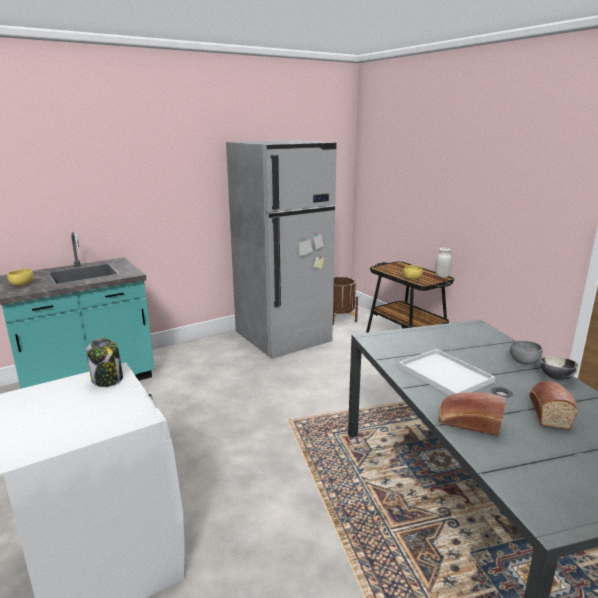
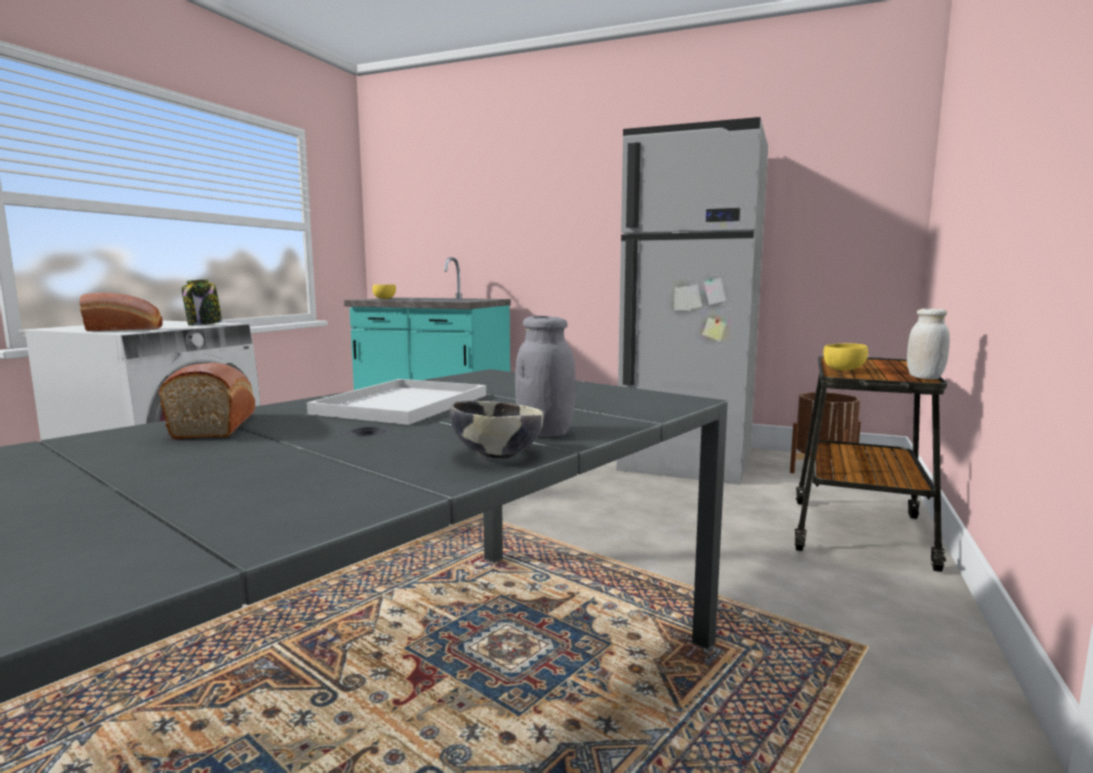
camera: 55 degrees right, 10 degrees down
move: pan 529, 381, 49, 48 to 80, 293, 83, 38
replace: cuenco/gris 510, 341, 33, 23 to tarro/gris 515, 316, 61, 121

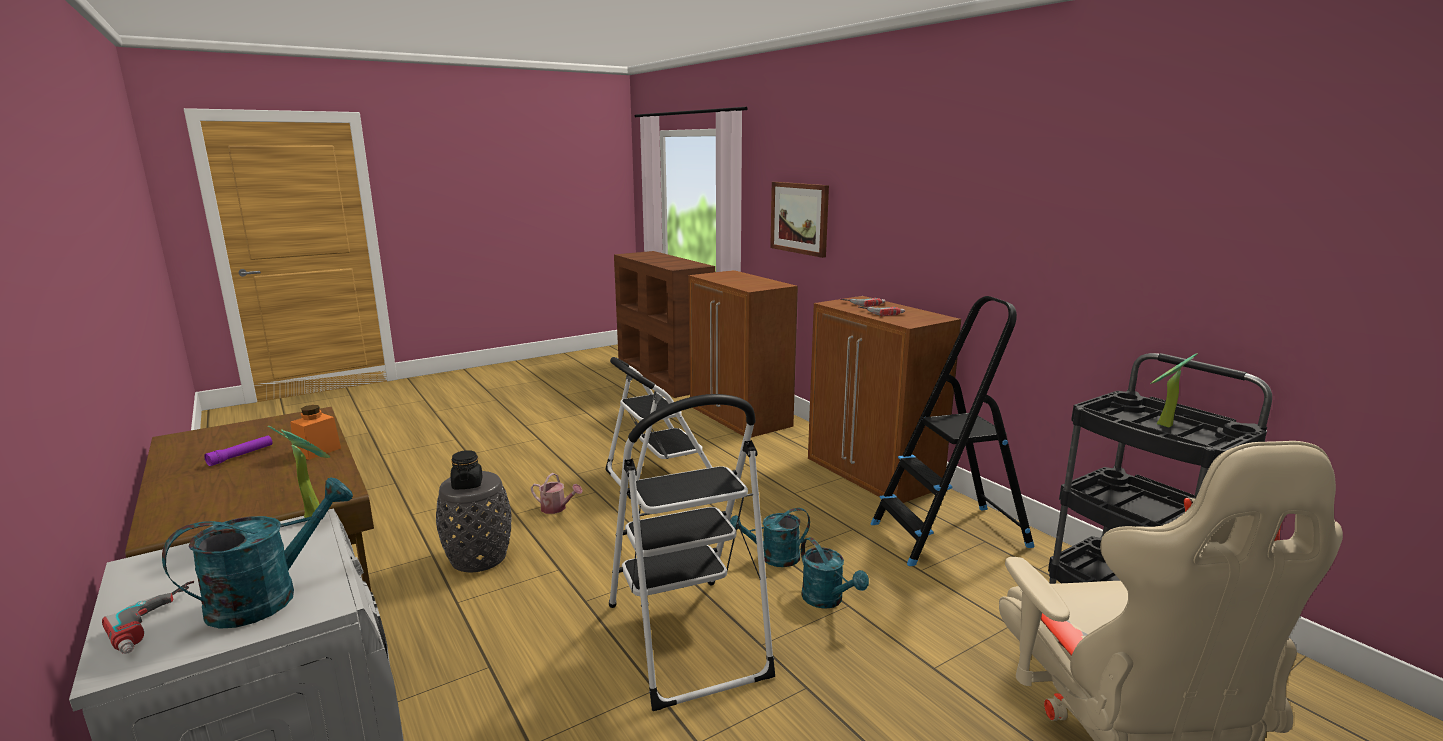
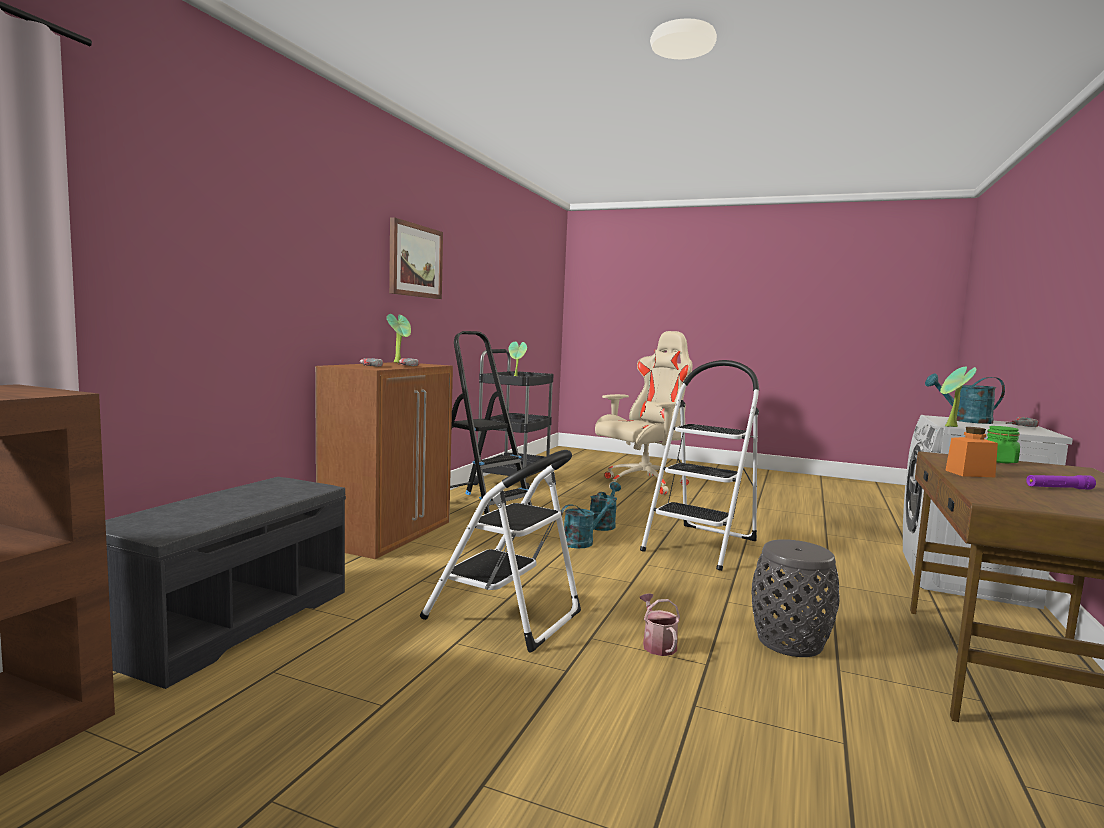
camera: 125 degrees left, 10 degrees down
delete: tarro/negro 451, 450, 32, 39
insert: planta en maceta 387, 314, 24, 49; tarro/verde 986, 426, 34, 37
move: cuadro 770, 182, 59, 76 to 389, 217, 54, 82
replace: armario/marrón 688, 270, 110, 167 to banco/gris 105, 477, 241, 212
rotate: regadera/turquesa 730, 508, 80, 59 = 561, 498, 55, 50 75 degrees counterclockwise

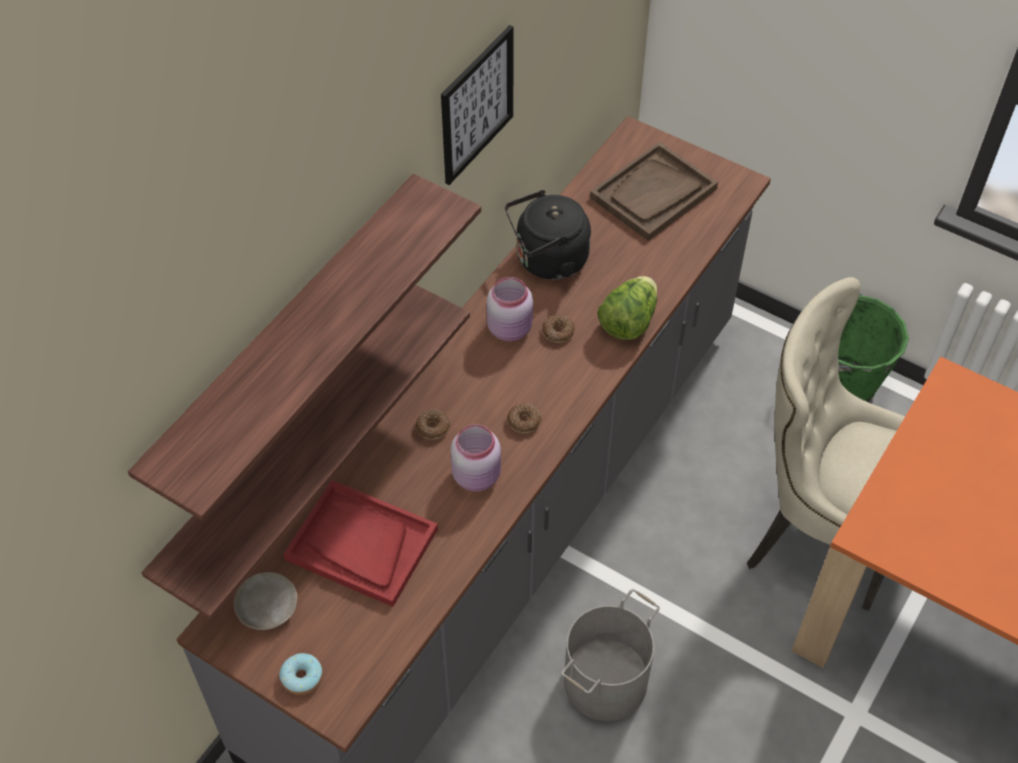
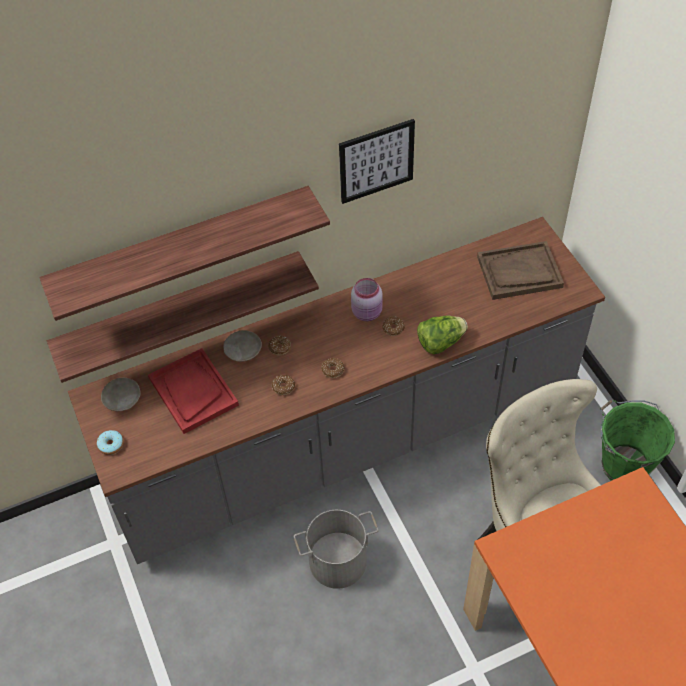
camera: 35 degrees right, 0 degrees up
delete: hervidor/negro 505, 190, 86, 90
insert: plato/beis 223, 330, 39, 32
replace: tarro/rosa 450, 424, 51, 68 to rosquilla 272, 375, 23, 20

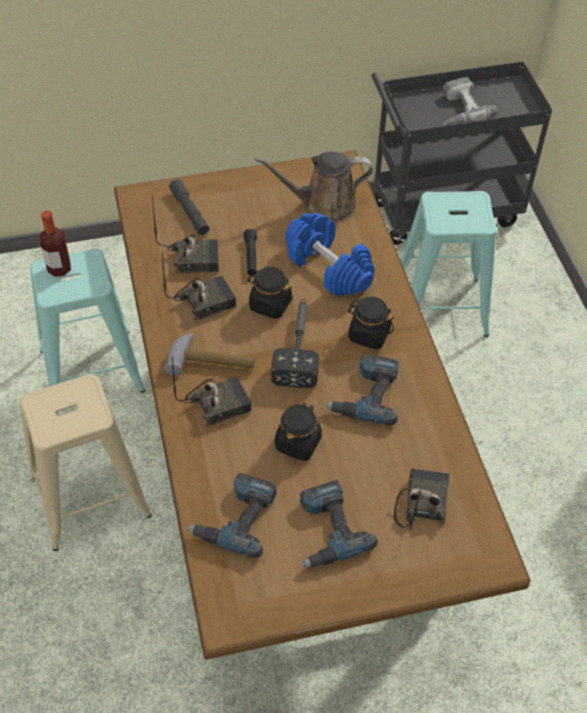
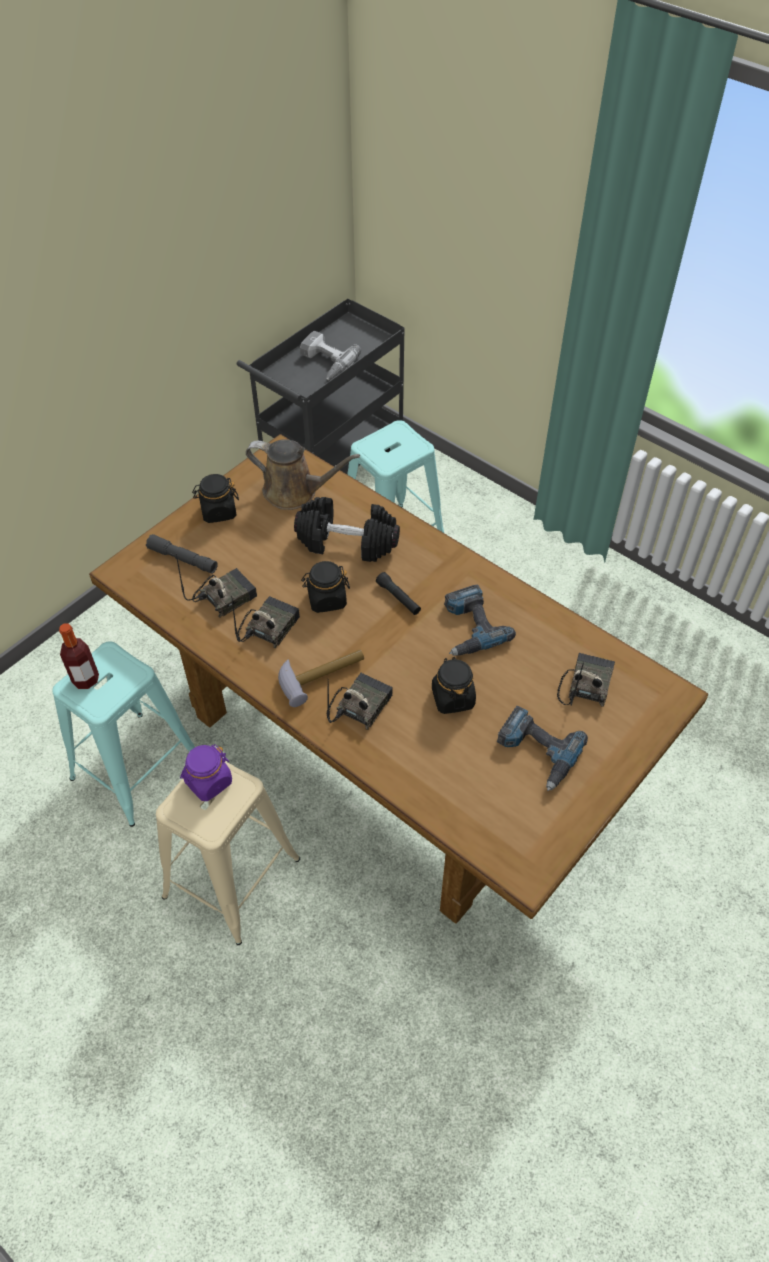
camera: 35 degrees left, 0 degrees up
delete: taladro 187, 473, 89, 85; martillo 271, 299, 48, 89
insert: tarro/morado 180, 744, 52, 57
move: linterna/negro 244, 229, 13, 47 to 376, 572, 45, 43; tarro/negro 347, 297, 47, 52 to 192, 474, 47, 49
recolor: mancuerna/azul 286, 213, 89, 84 to mancuerna/negro 294, 497, 106, 65
rotate: regadera/marrón 255, 152, 118, 70 = 246, 439, 114, 71 120 degrees counterclockwise; radio 394, 469, 55, 61 = 557, 653, 58, 54 45 degrees clockwise

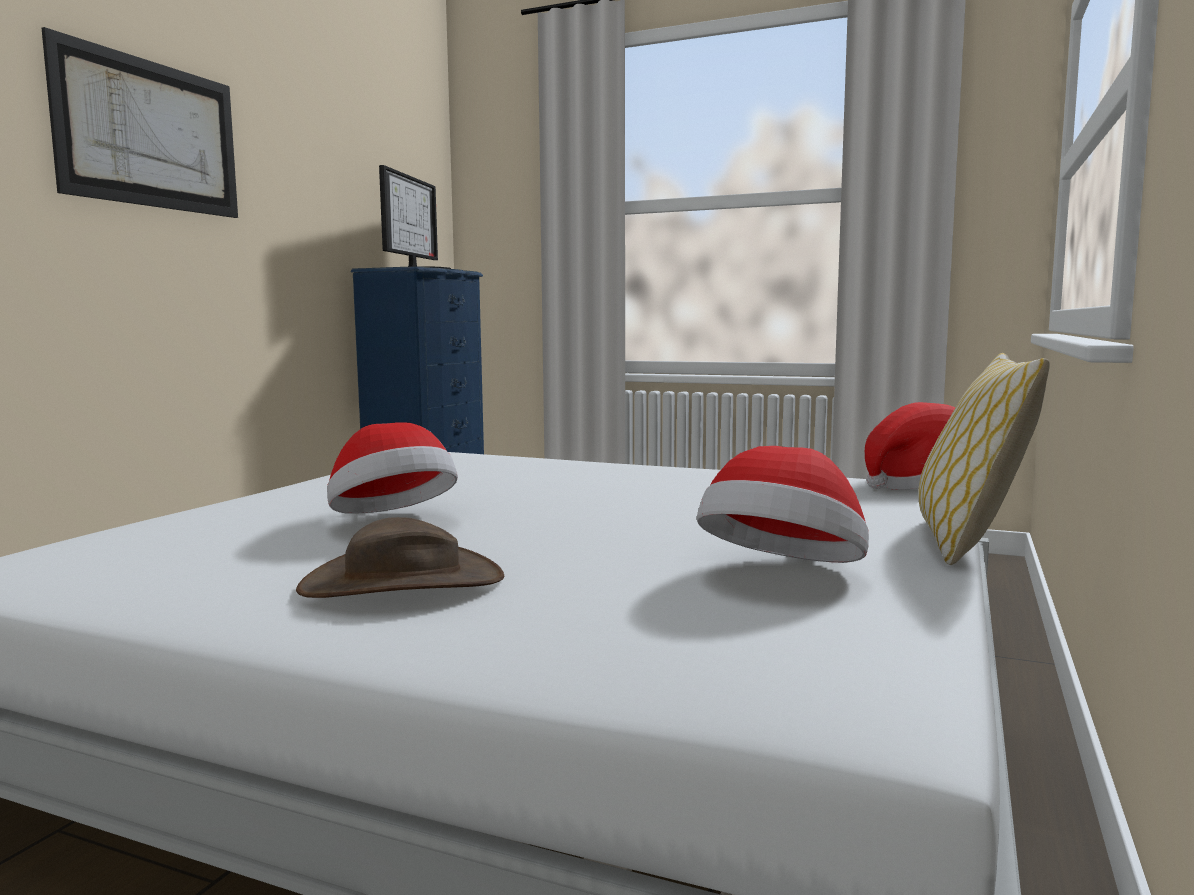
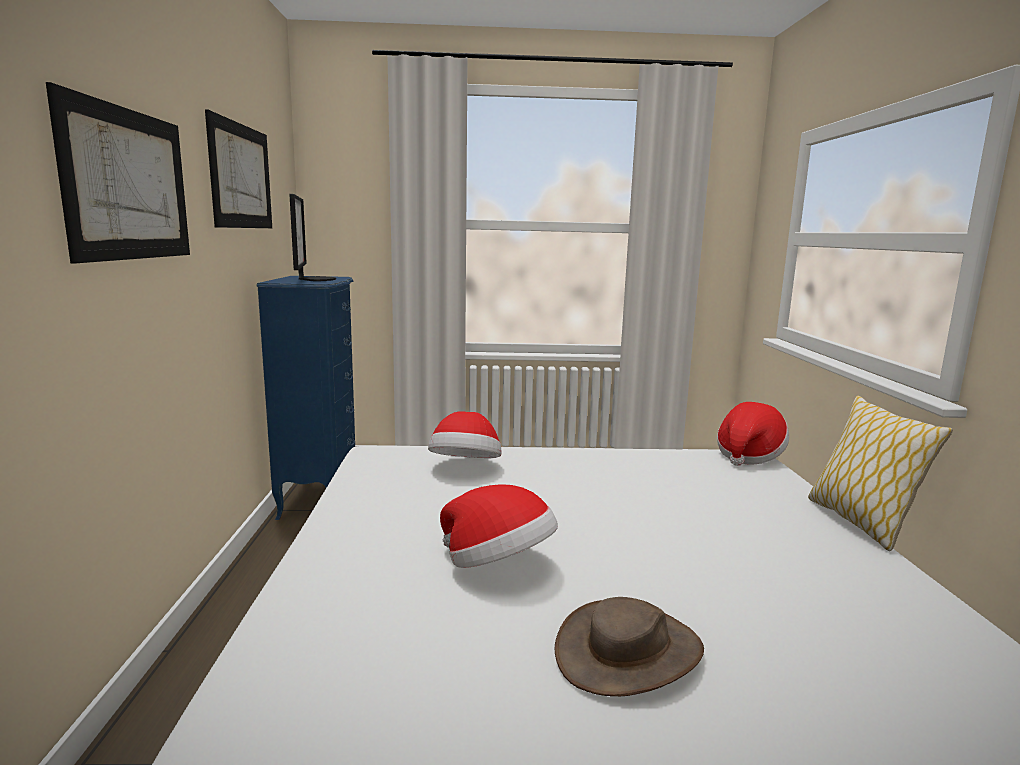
camera: 25 degrees left, 5 degrees up
insert: cuadro 205, 109, 67, 119
move: sombrero 697, 446, 172, 117 to 428, 411, 74, 47

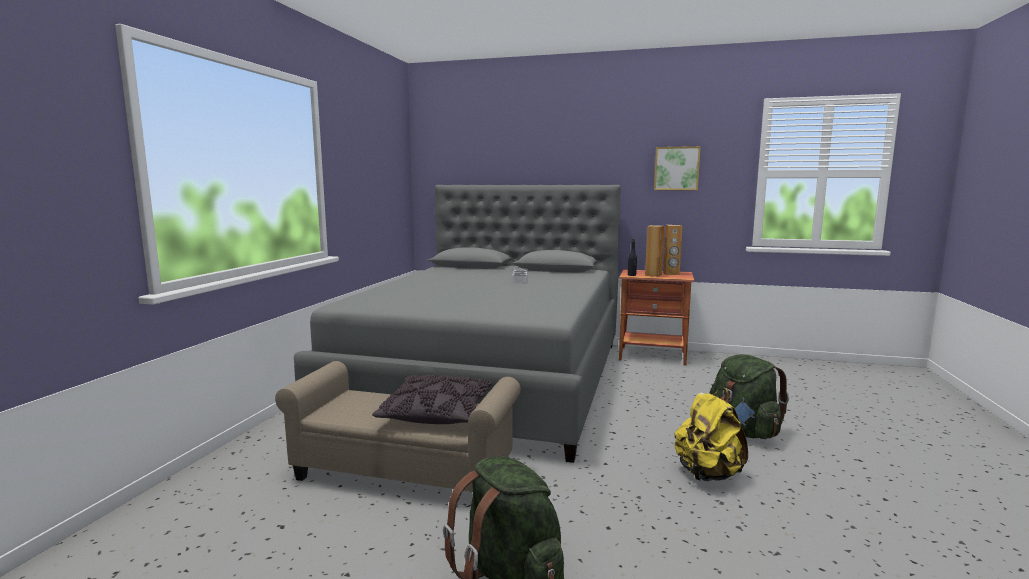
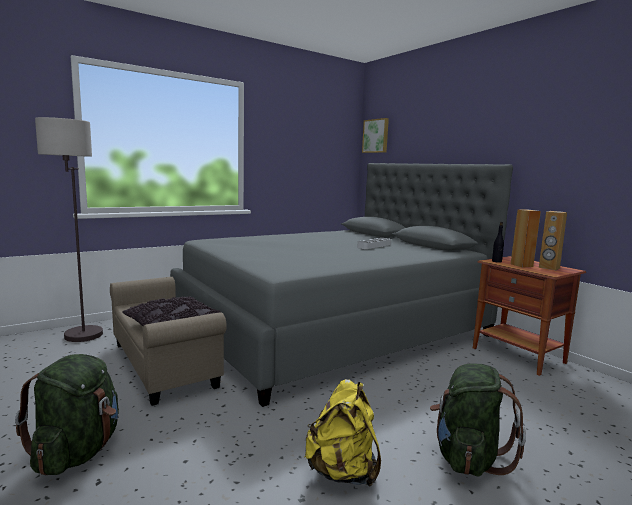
camera: 40 degrees right, 0 degrees up
insert: lámpara de pie/gris 35, 117, 68, 225
move: cuadro 654, 146, 47, 44 to 362, 118, 27, 35

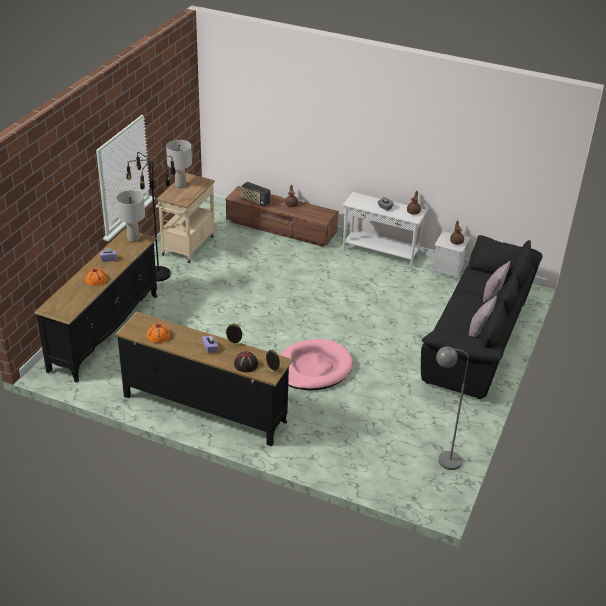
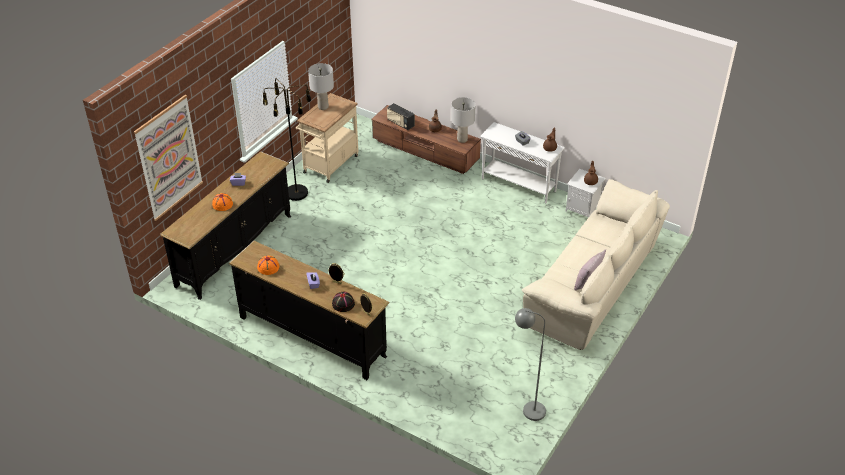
camera: 10 degrees right, 5 degrees up
delete: cama para perro/rosa 280, 339, 73, 52; cojín/morado 483, 261, 27, 42
insert: cuadro 134, 94, 69, 127
move: lámpara de mesa/gris 116, 190, 29, 52 to 451, 97, 25, 46
recolor: sofá/negro 421, 235, 121, 164 to sofá/beis 522, 179, 148, 171

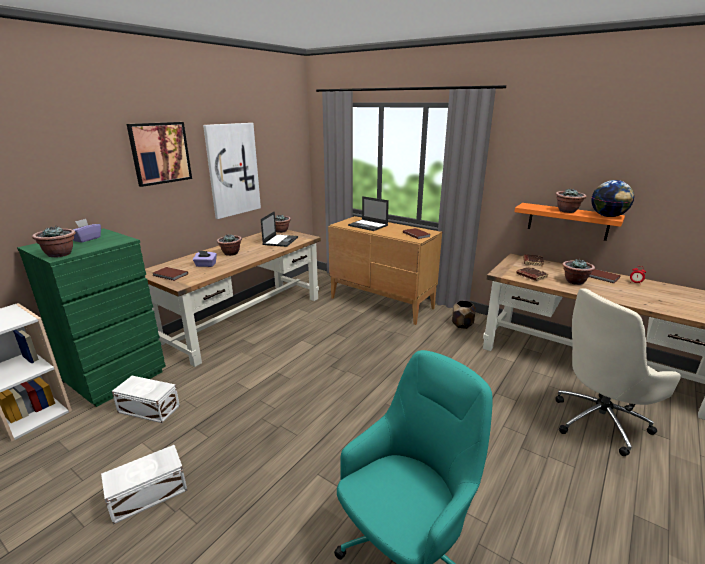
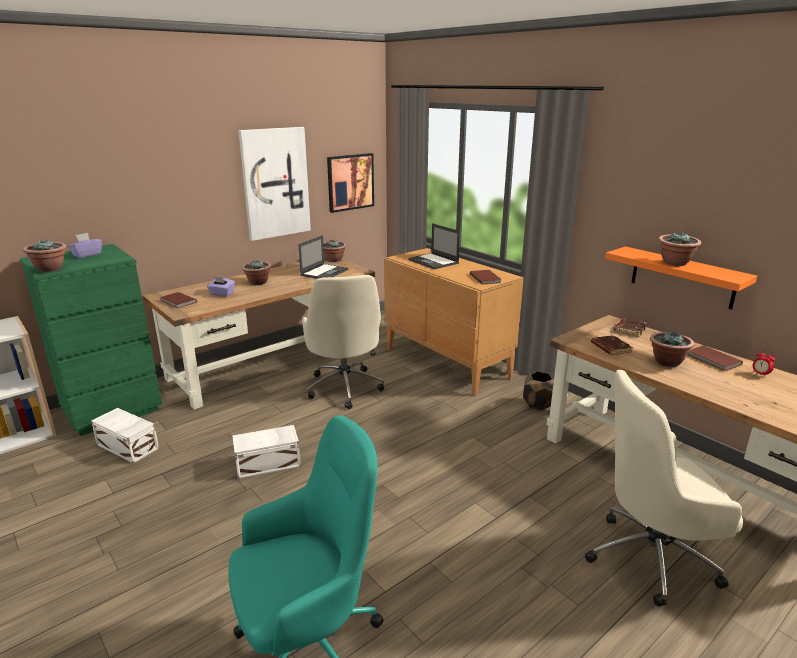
camera: 15 degrees right, 0 degrees up
delete: globo terráqueo 591, 180, 43, 37
insert: silla de oficina/beis 302, 275, 82, 134
move: caja de almacenaje/blanco 101, 445, 86, 79 to 233, 425, 68, 54; cuadro 127, 122, 65, 65 to 327, 153, 47, 60

